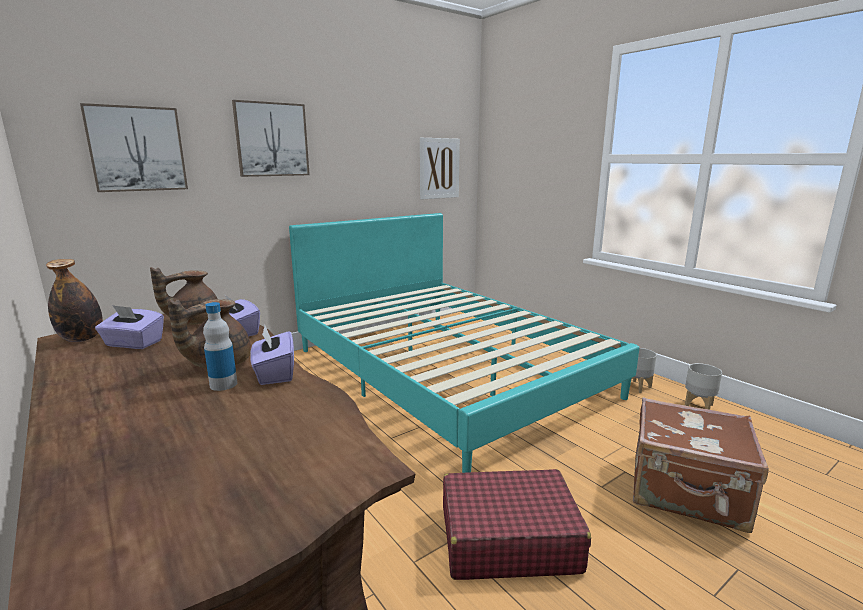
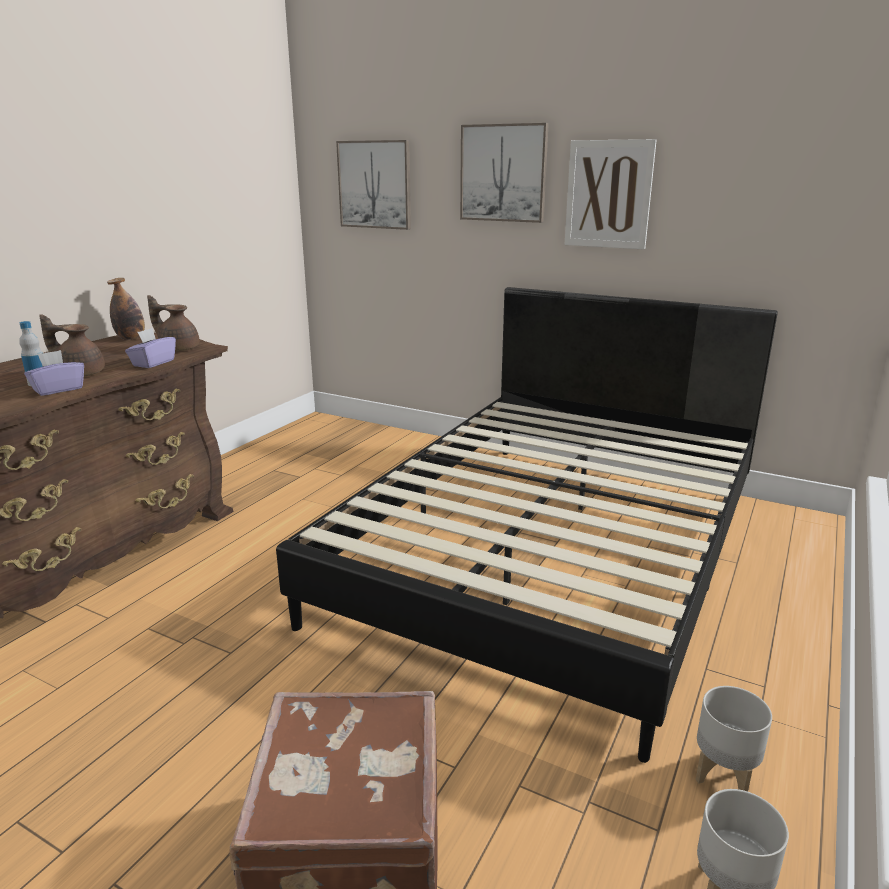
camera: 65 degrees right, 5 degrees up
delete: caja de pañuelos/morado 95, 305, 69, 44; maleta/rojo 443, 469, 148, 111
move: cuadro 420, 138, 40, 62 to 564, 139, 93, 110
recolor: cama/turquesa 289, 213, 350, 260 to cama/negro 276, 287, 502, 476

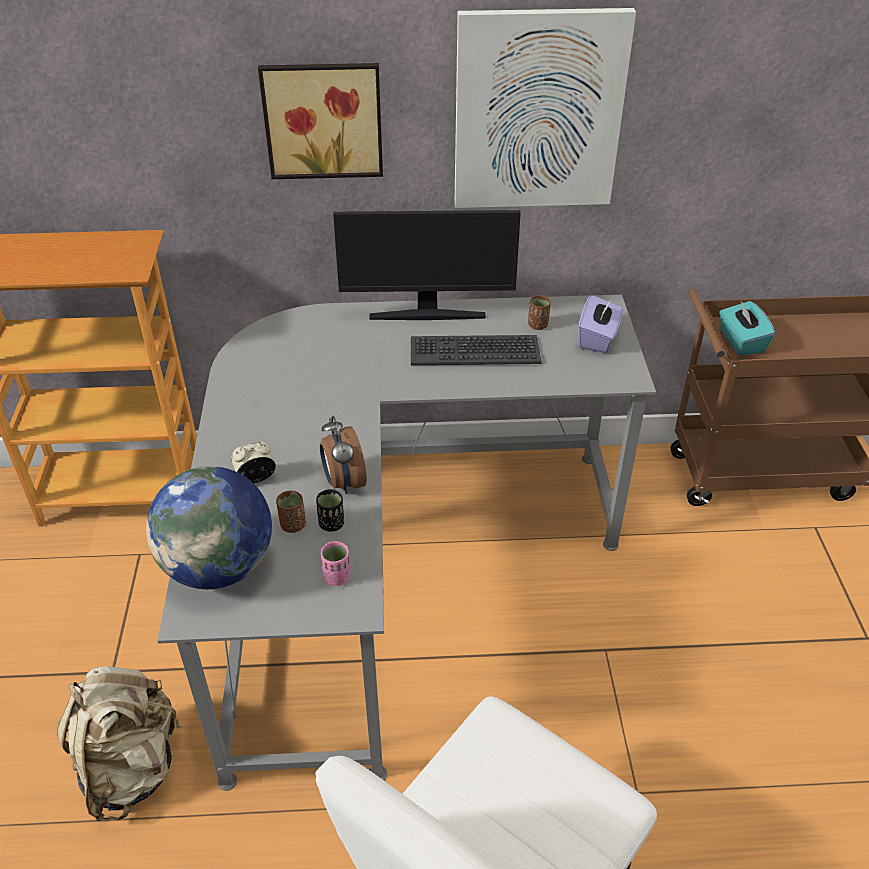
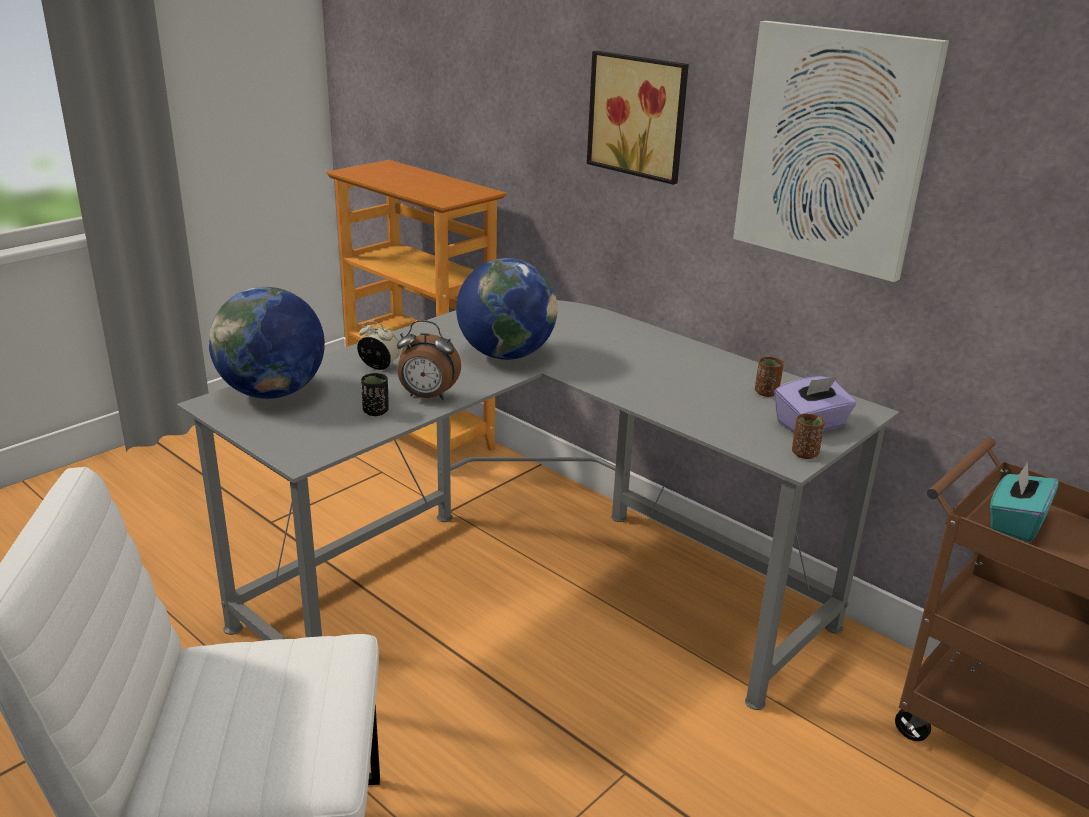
camera: 45 degrees right, 15 degrees down
delete: mochila/beis 57, 666, 125, 155; taza/rosa 321, 541, 29, 45; monitor 333, 210, 188, 110; teclado 411, 335, 131, 30
insert: globo terráqueo 456, 258, 101, 102
move: taza/marrón 276, 491, 30, 42 to 792, 414, 33, 45
rotate: despertador 320, 416, 47, 78 = 397, 320, 64, 80 105 degrees counterclockwise

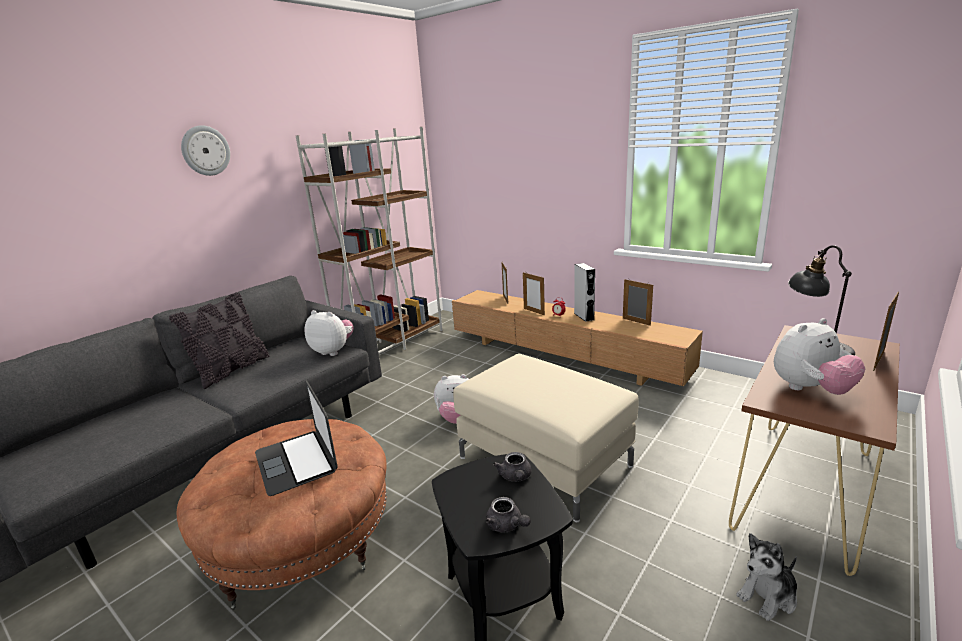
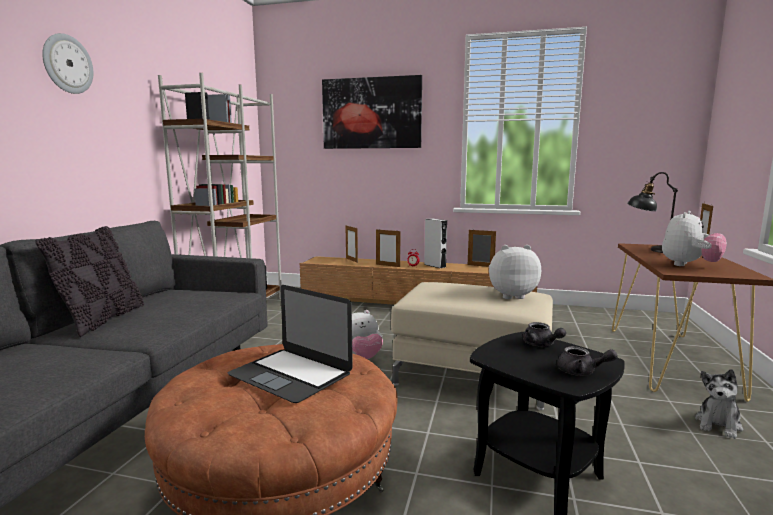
camera: 25 degrees left, 10 degrees down
insert: cuadro 322, 75, 100, 74
move: peluche 304, 310, 50, 46 to 489, 245, 52, 54

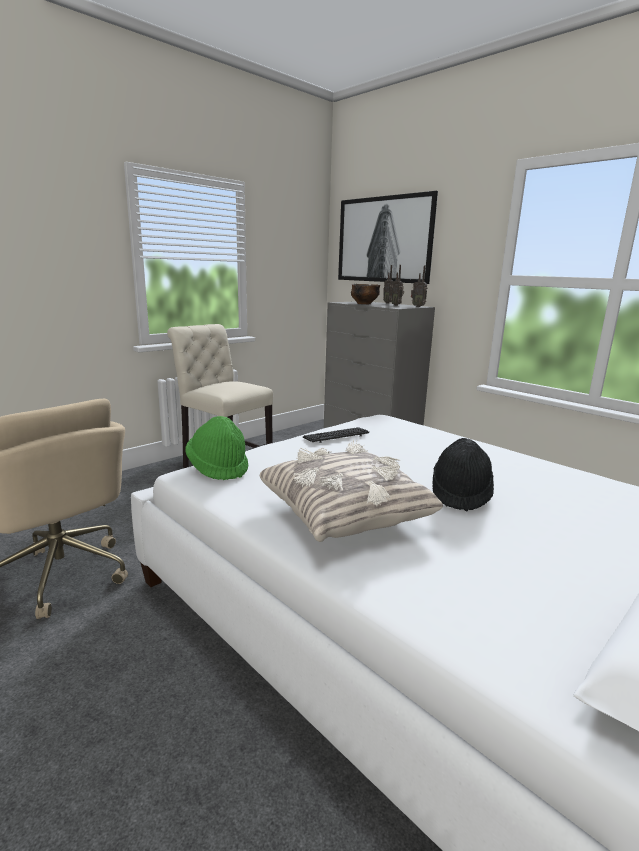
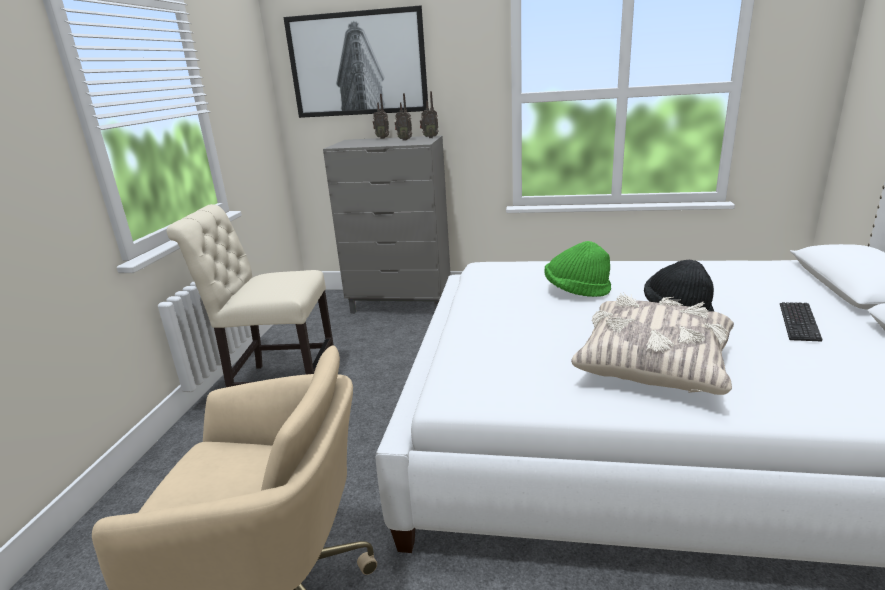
camera: 35 degrees left, 5 degrees up
delete: cuenco 351, 284, 30, 20
move: sombrero/verde 185, 416, 63, 64 to 545, 241, 66, 56; teclado 303, 427, 66, 16 to 780, 302, 43, 40

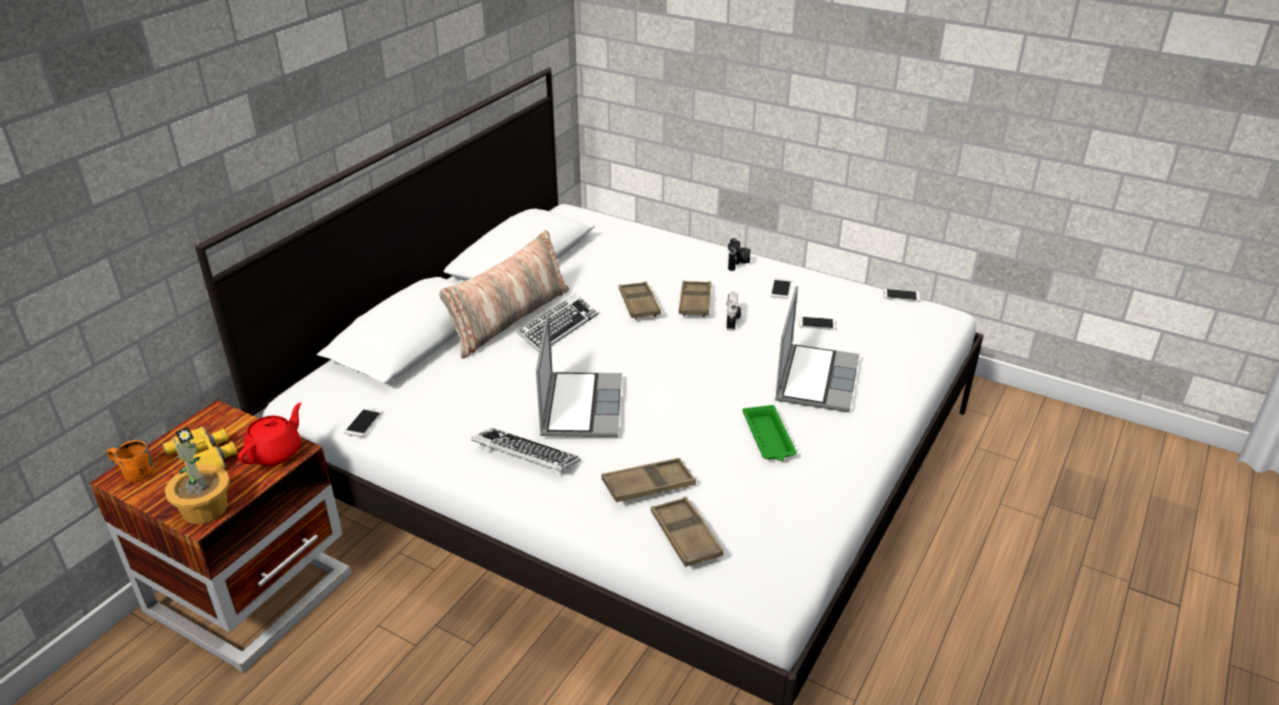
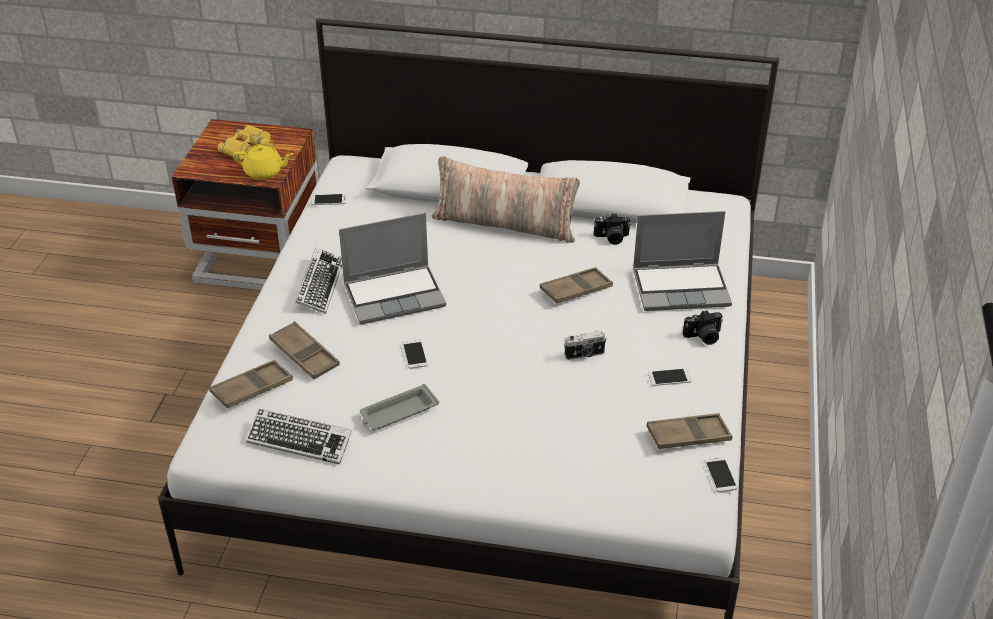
camera: 70 degrees right, 5 degrees up
delete: taza grande/naranja 107, 440, 47, 42; planta en maceta 165, 427, 65, 97
insert: cámara 594, 214, 37, 31
move: teclado 517, 293, 81, 59 to 246, 409, 106, 56; bandeja/marrón 679, 281, 32, 36 to 647, 413, 86, 36; portátil 775, 286, 84, 126 to 633, 211, 99, 100; móvil 799, 316, 38, 14 to 402, 340, 26, 29
recolor: tetera/rojo 238, 402, 64, 64 to tetera/amarillo 233, 144, 61, 36; bandeja/verde 743, 405, 54, 56 to bandeja/gris 360, 384, 79, 46

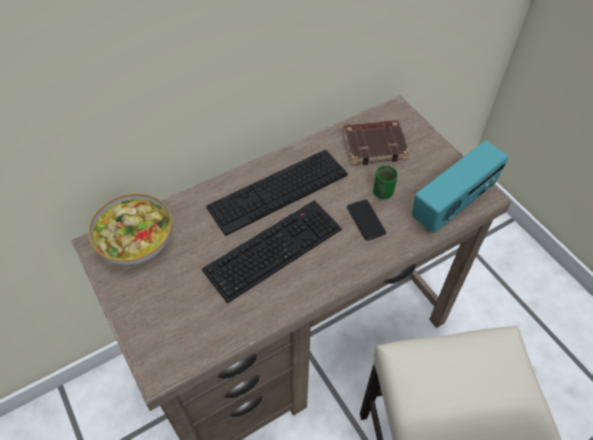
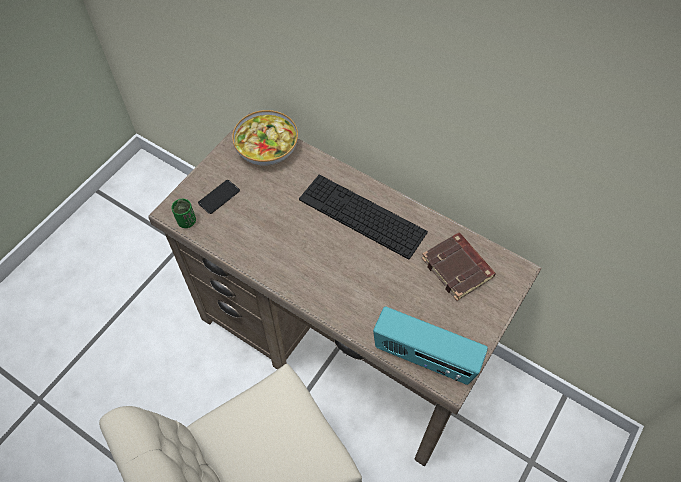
camera: 65 degrees right, 5 degrees up
delete: teclado 202, 200, 140, 104
move: móvil 347, 200, 39, 41 to 198, 180, 42, 34; taza/verde 373, 165, 25, 34 to 171, 199, 25, 29

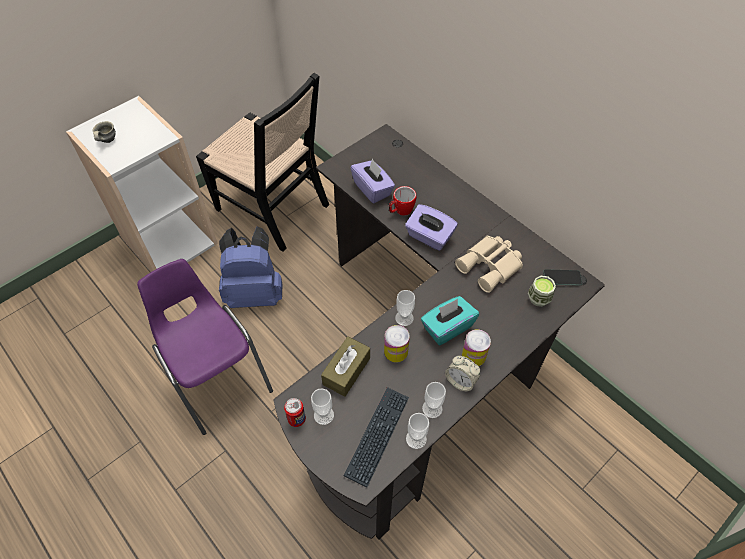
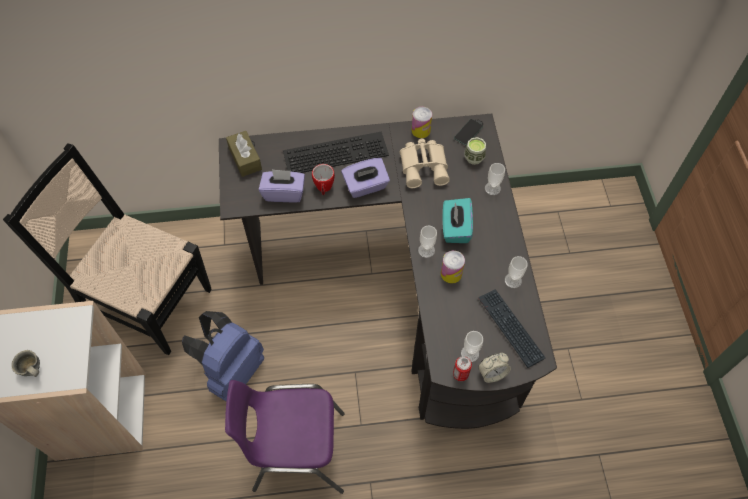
camera: 55 degrees left, 5 degrees up
insert: teclado 283, 131, 106, 42
move: caja de pañuelos/marrón 321, 337, 49, 60 to 226, 131, 36, 46; taza 406, 413, 23, 36 to 485, 163, 20, 32; despertador 445, 356, 35, 36 to 478, 353, 33, 30; lata 462, 329, 29, 37 to 411, 107, 21, 31
rotate: silla 196, 73, 133, 179 = 3, 144, 209, 211 135 degrees counterclockwise

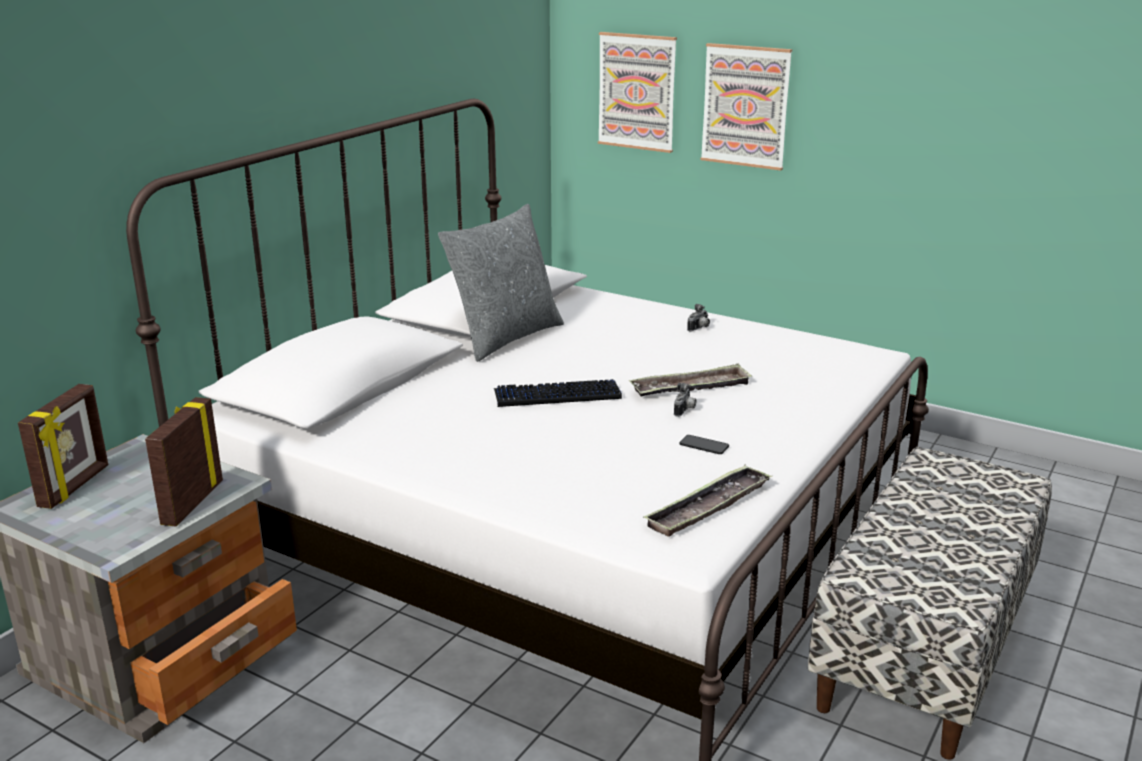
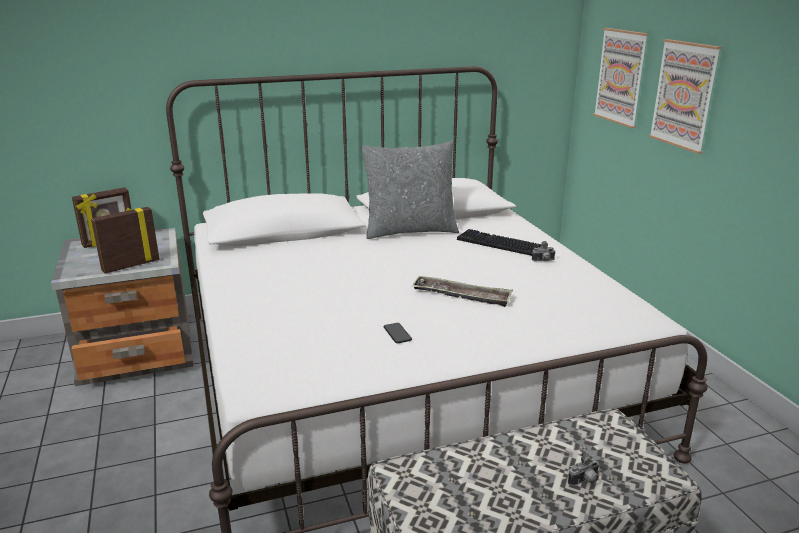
camera: 40 degrees right, 0 degrees up
delete: bandeja 643, 465, 129, 72
move: teclado 494, 379, 128, 28 to 457, 229, 85, 27; cámara 674, 383, 22, 34 to 568, 452, 32, 34

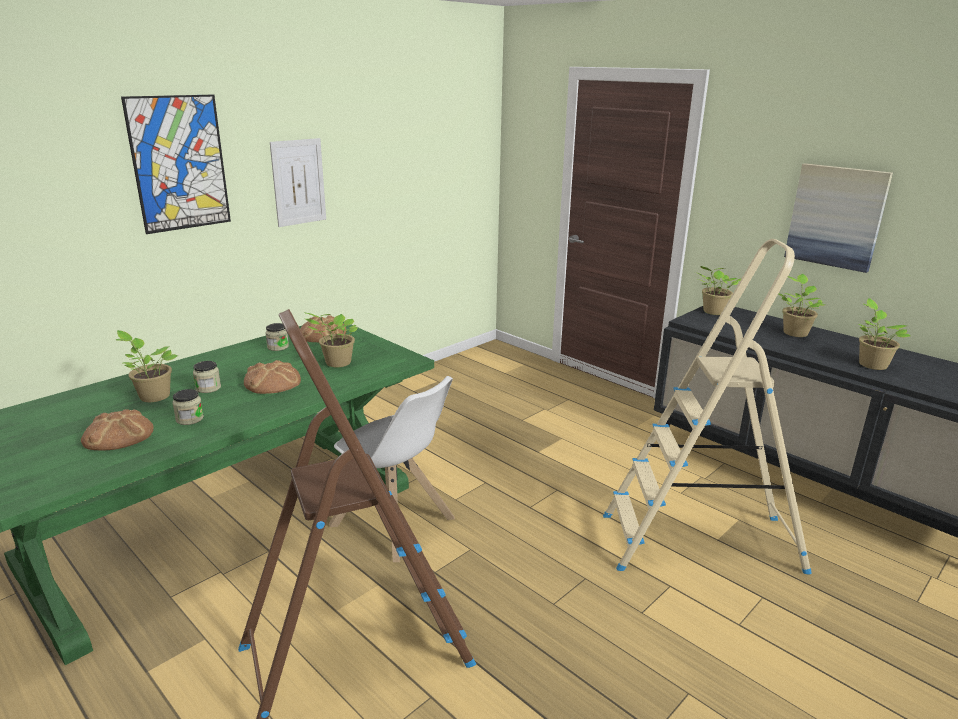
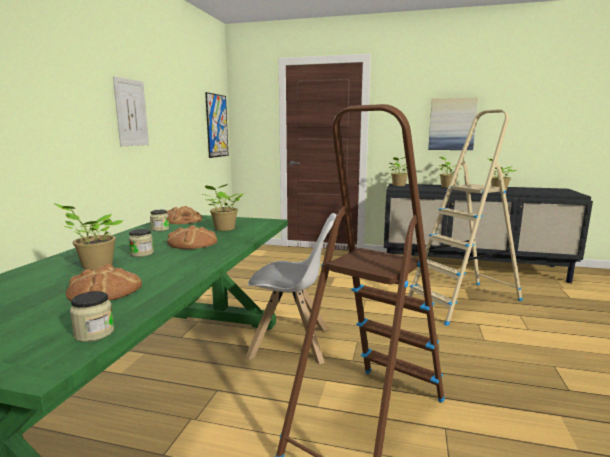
camera: 30 degrees left, 10 degrees down
move: cuadro 121, 95, 110, 139 to 205, 92, 24, 66; tarro 172, 389, 32, 36 to 70, 291, 44, 51

